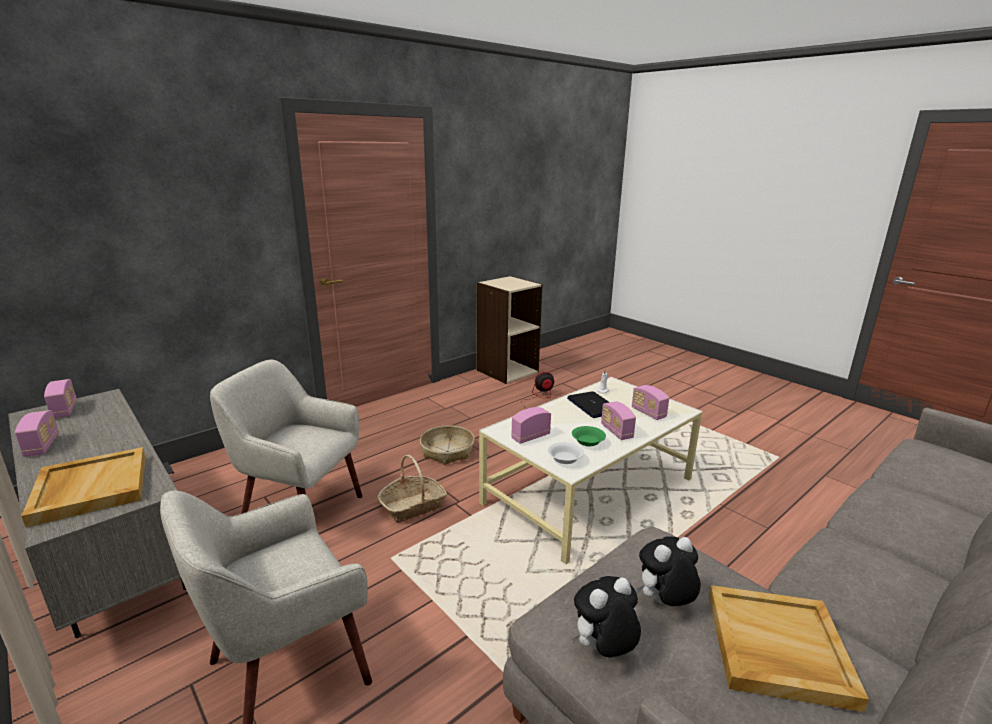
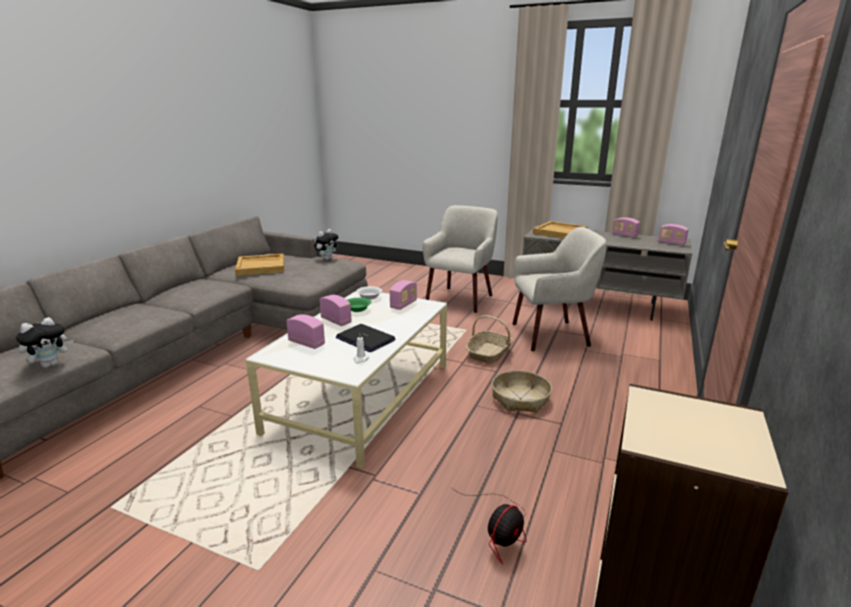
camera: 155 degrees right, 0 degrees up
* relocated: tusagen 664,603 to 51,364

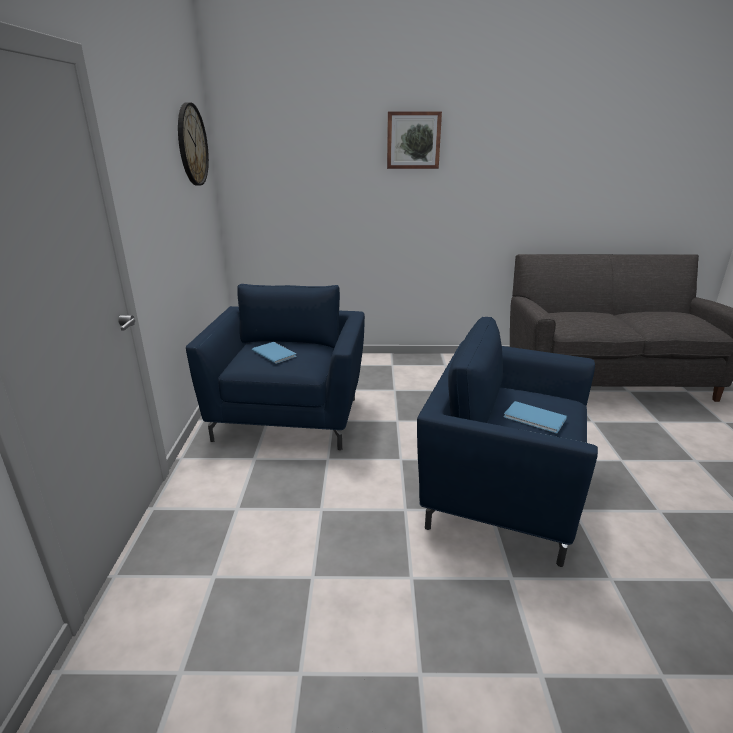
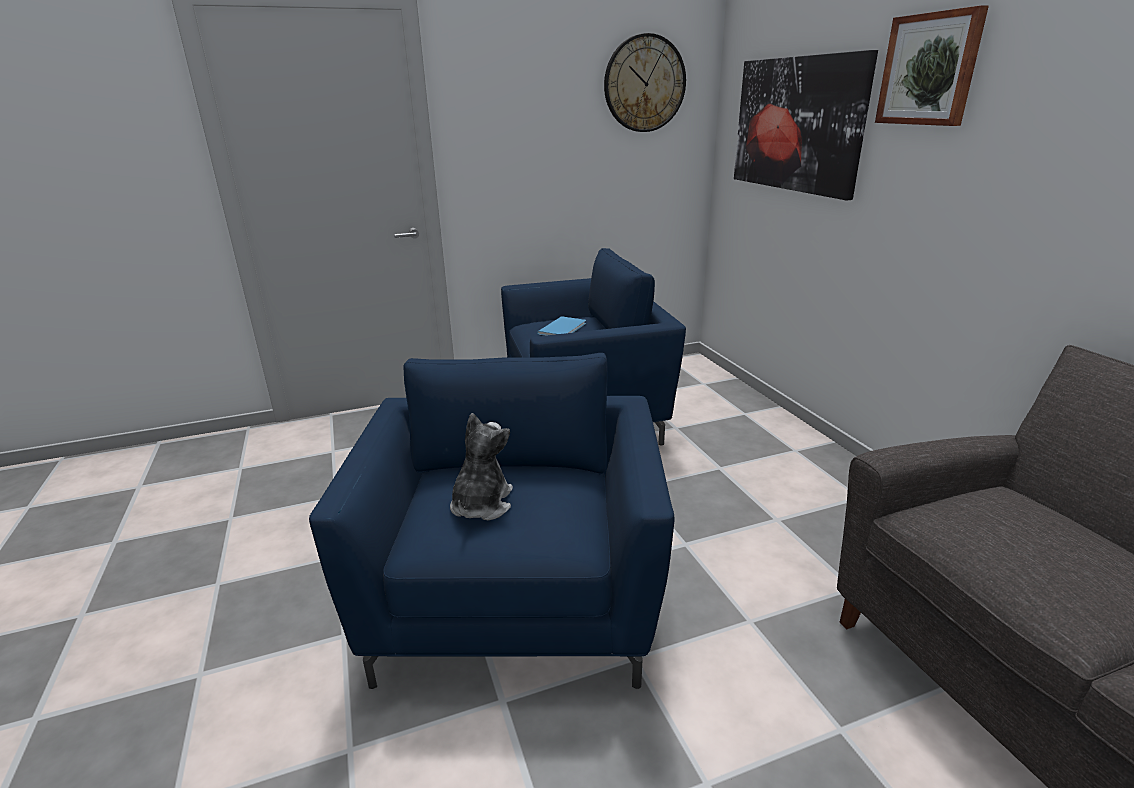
camera: 70 degrees right, 0 degrees up
* exchanged: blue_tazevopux 535,419 to tusagen 481,504
* appeared: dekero 797,124

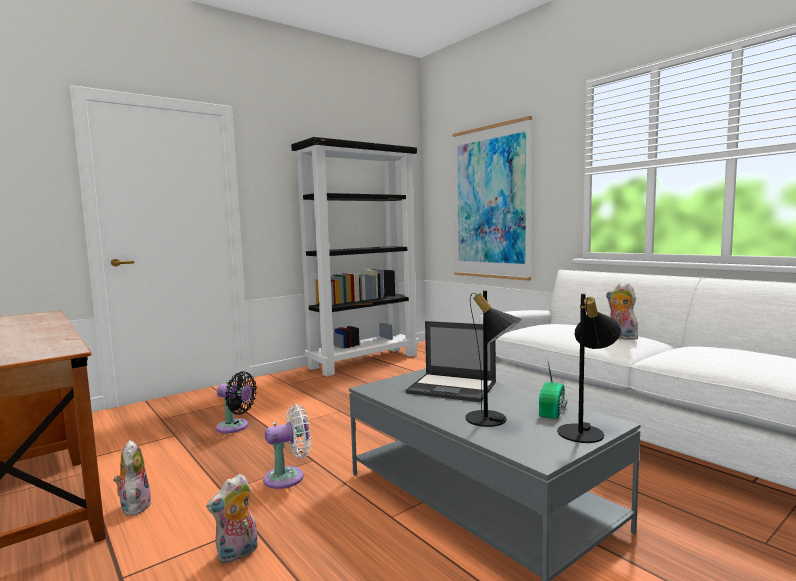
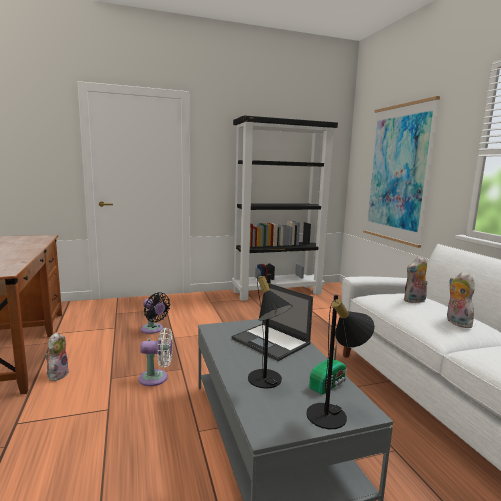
camera: 20 degrees right, 5 degrees up
* relocated: tusagen 237,554 to 414,301

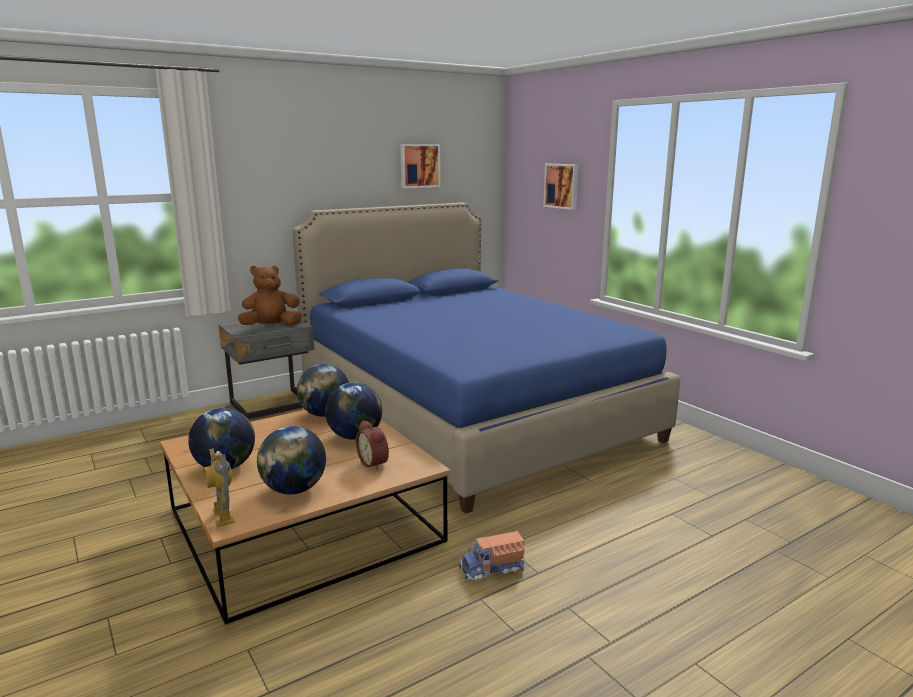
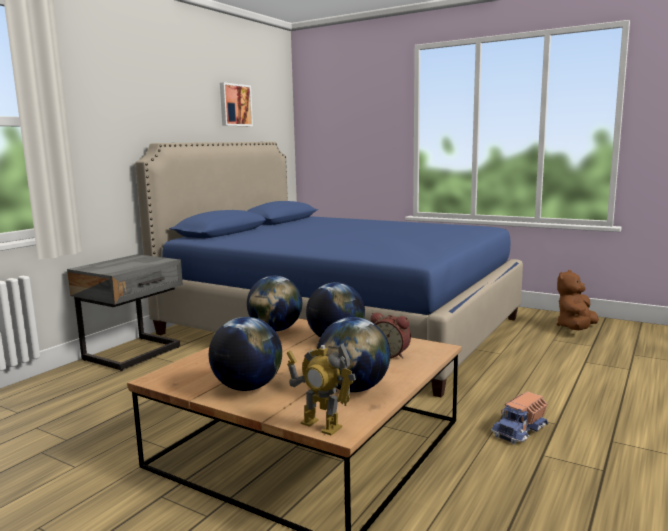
camera: 25 degrees left, 5 degrees down
* relocated: brown_tusagen 271,327 to 576,328
* missing: dekero 562,186

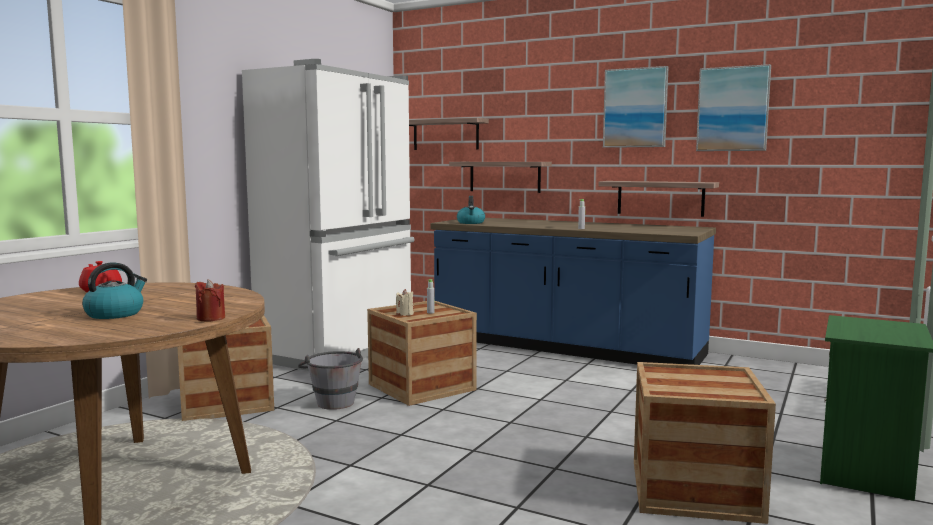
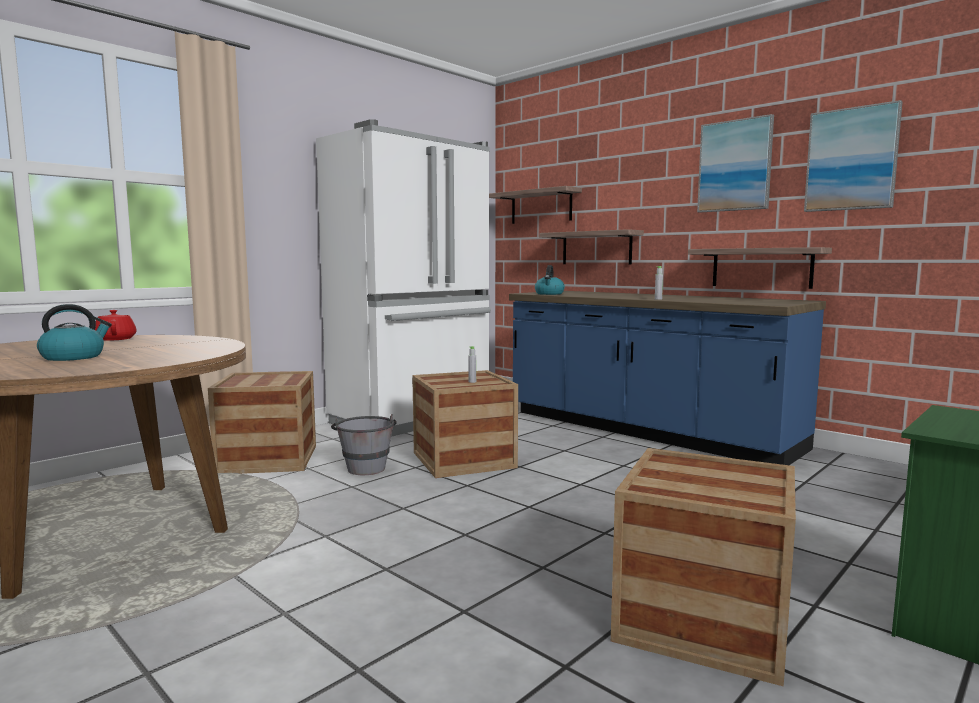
camera: 15 degrees right, 0 degrees up
* missing: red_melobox 211,318
* missing: beige_melobox 405,314

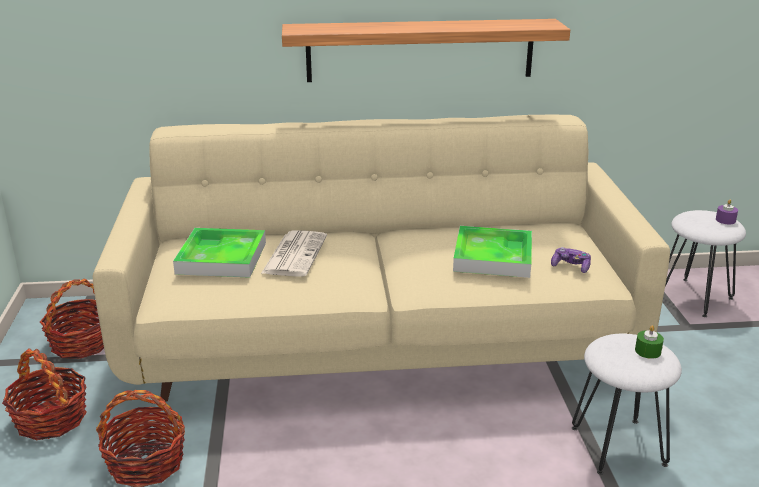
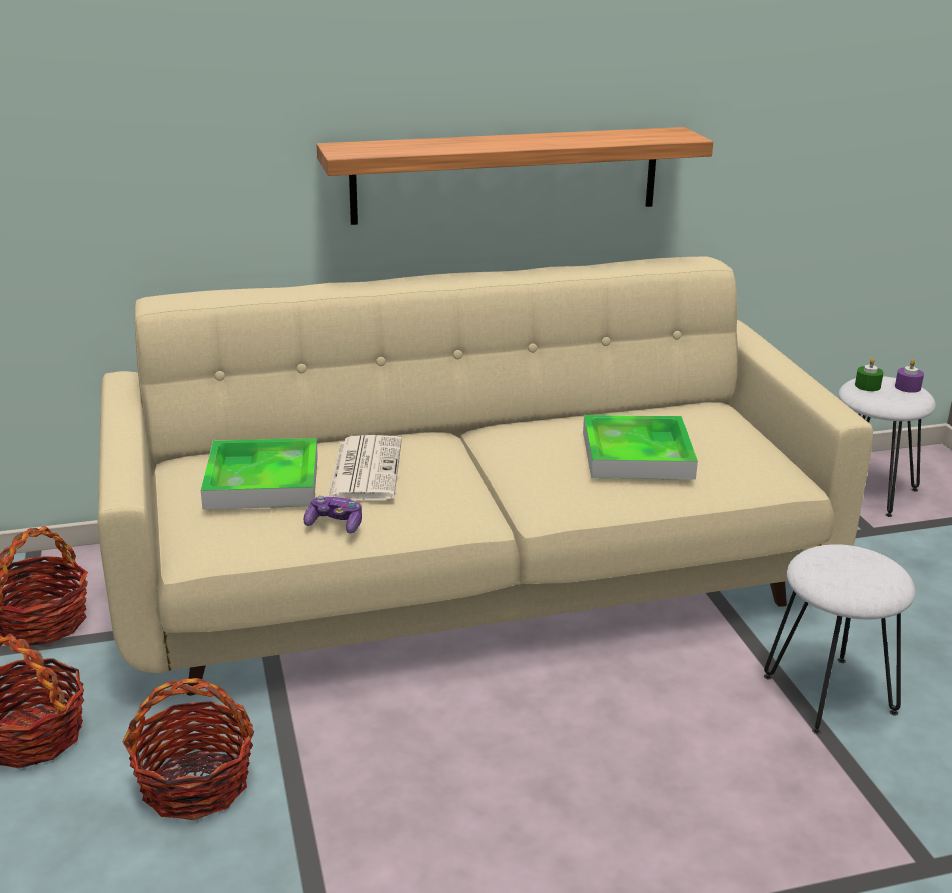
camera: 10 degrees left, 0 degrees up
* relocated: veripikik 570,266 to 335,524
* relocated: green_melobox 648,351 to 867,386

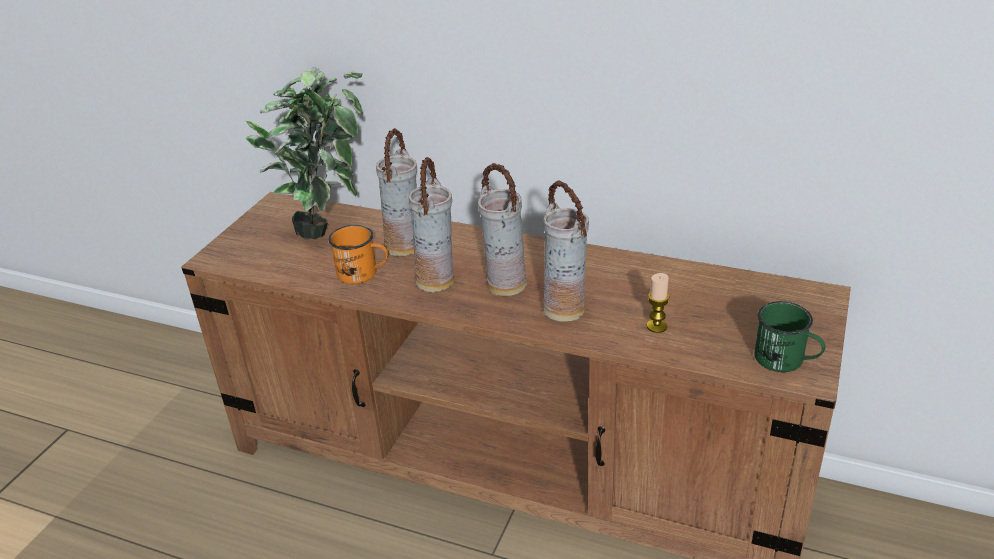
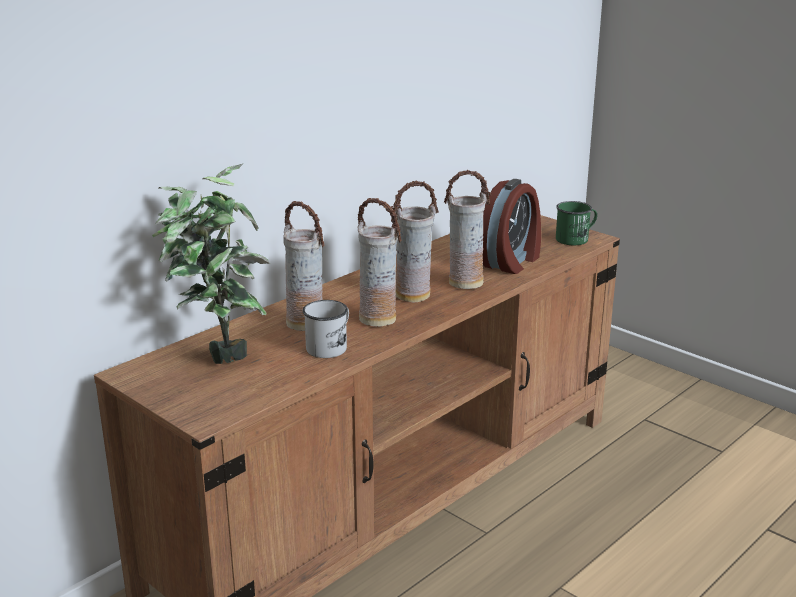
camera: 70 degrees left, 10 degrees down
* colour: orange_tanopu 363,273 to white_tanopu 330,346
* exchanged: melobox 656,326 to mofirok 512,261

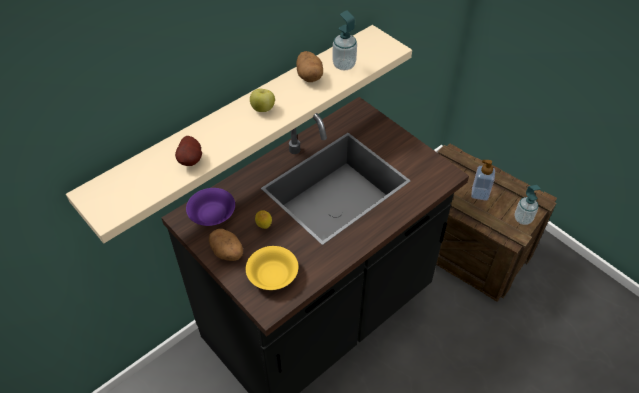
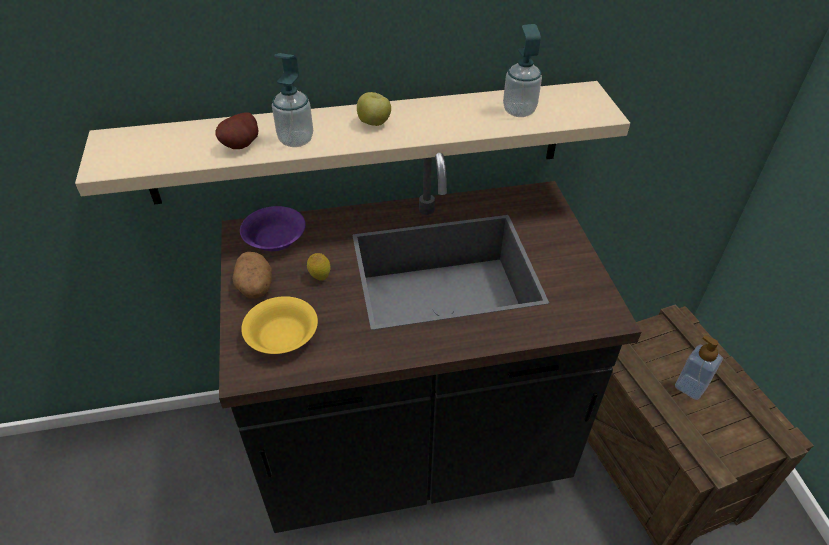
camera: 30 degrees right, 5 degrees down
* relocated: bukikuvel 523,219 to 296,140
* missing: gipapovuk 309,76

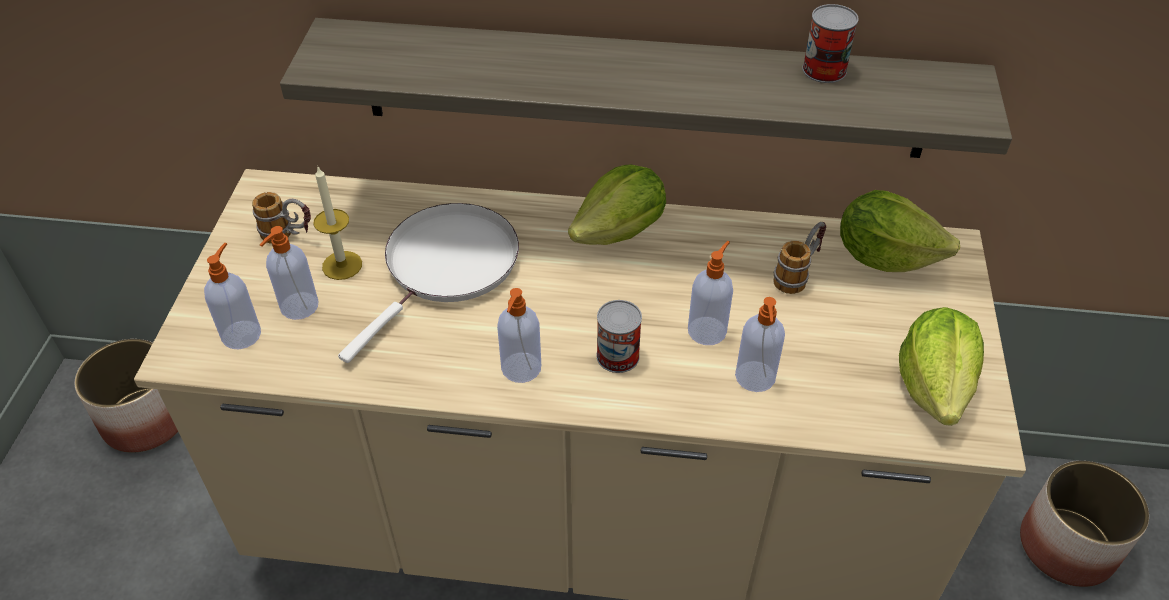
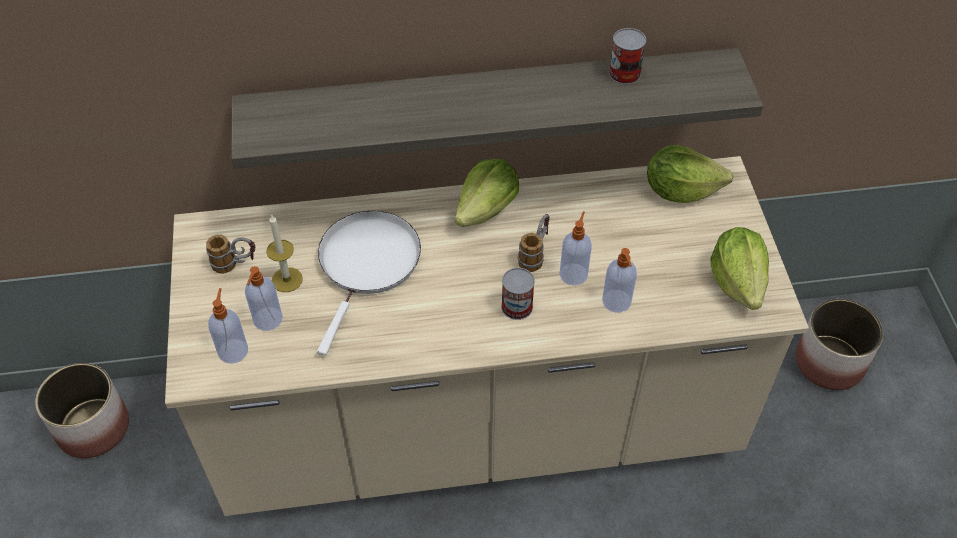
camera: 15 degrees left, 5 degrees up
* relocated: tanopu 798,274 to 535,254
* missing: bukikuvel 520,369

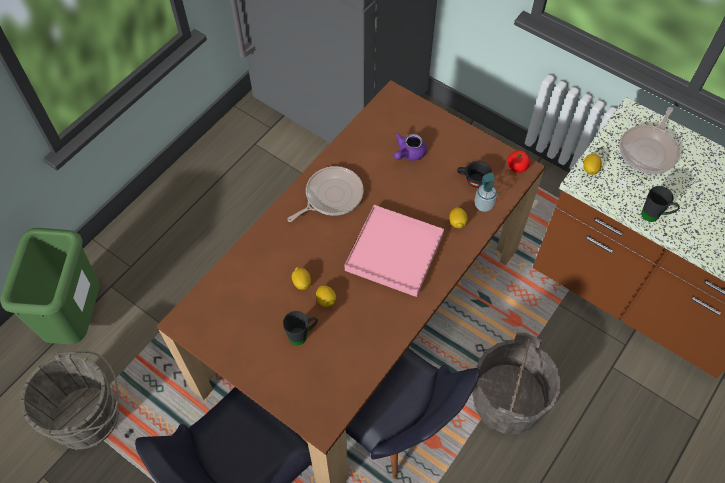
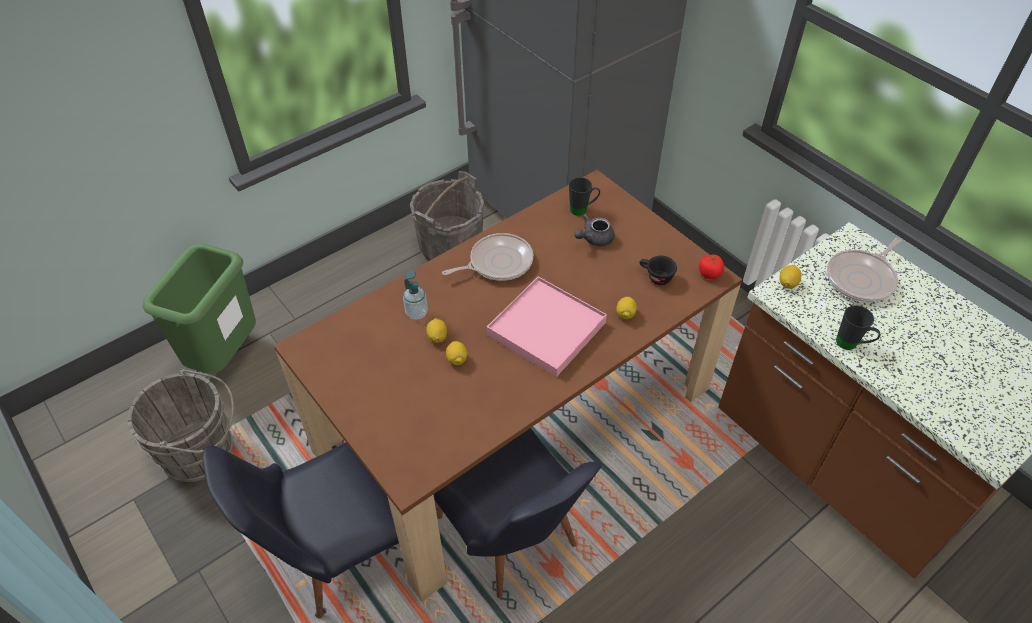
camera: 15 degrees right, 10 degrees down
* relocated: bukikuvel 483,205 to 416,313
* relocated: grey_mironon 507,402 to 450,246
* relocated: black_tanopu 302,335 to 583,209
* colour: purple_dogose 408,153 to grey_dogose 594,239

